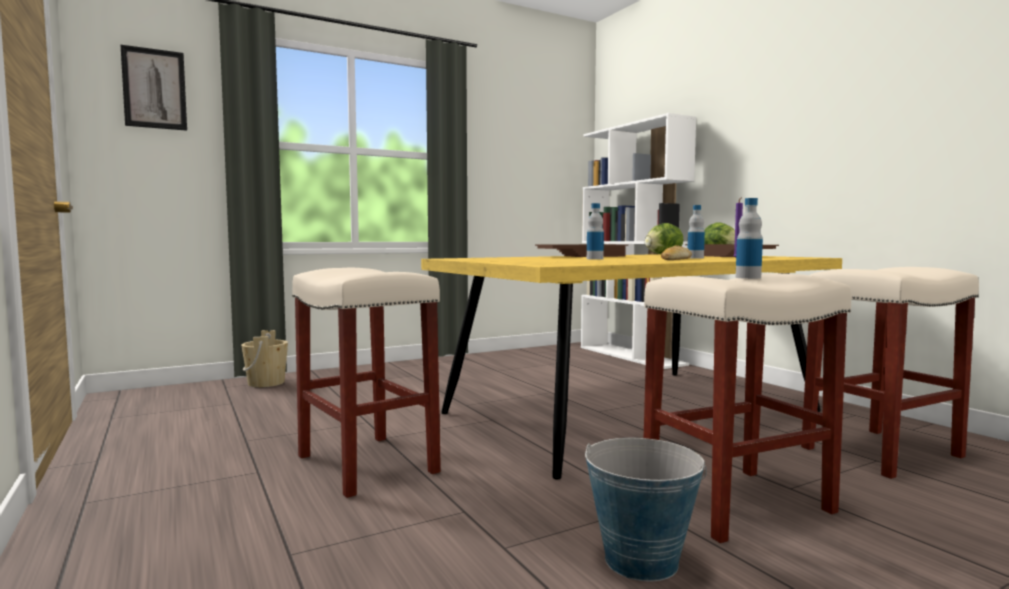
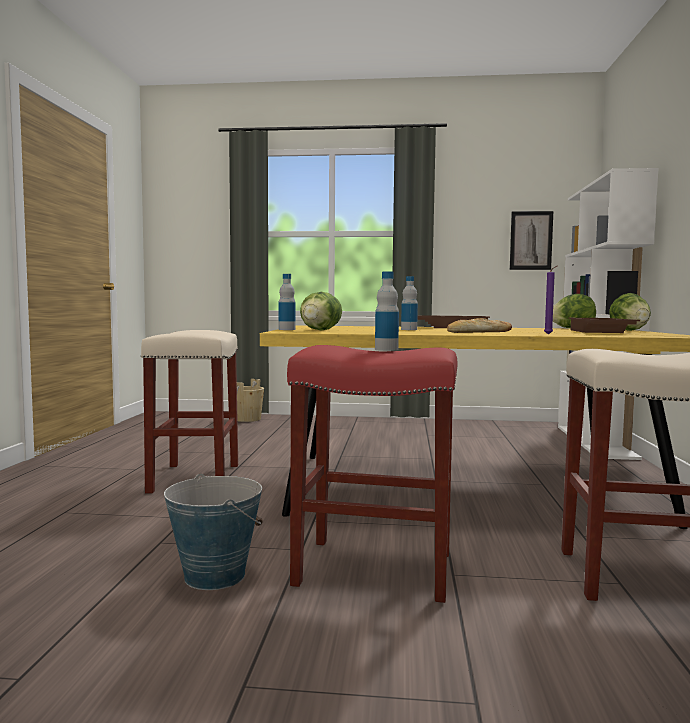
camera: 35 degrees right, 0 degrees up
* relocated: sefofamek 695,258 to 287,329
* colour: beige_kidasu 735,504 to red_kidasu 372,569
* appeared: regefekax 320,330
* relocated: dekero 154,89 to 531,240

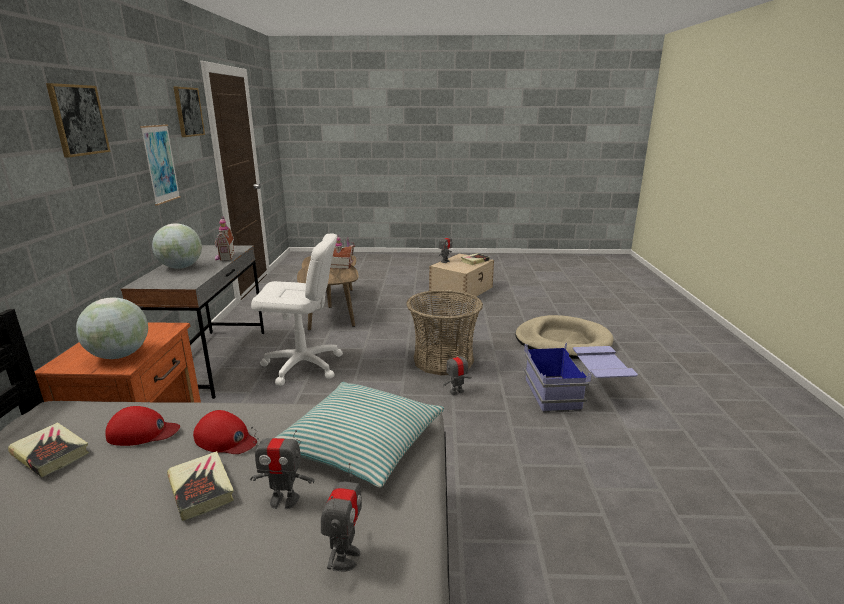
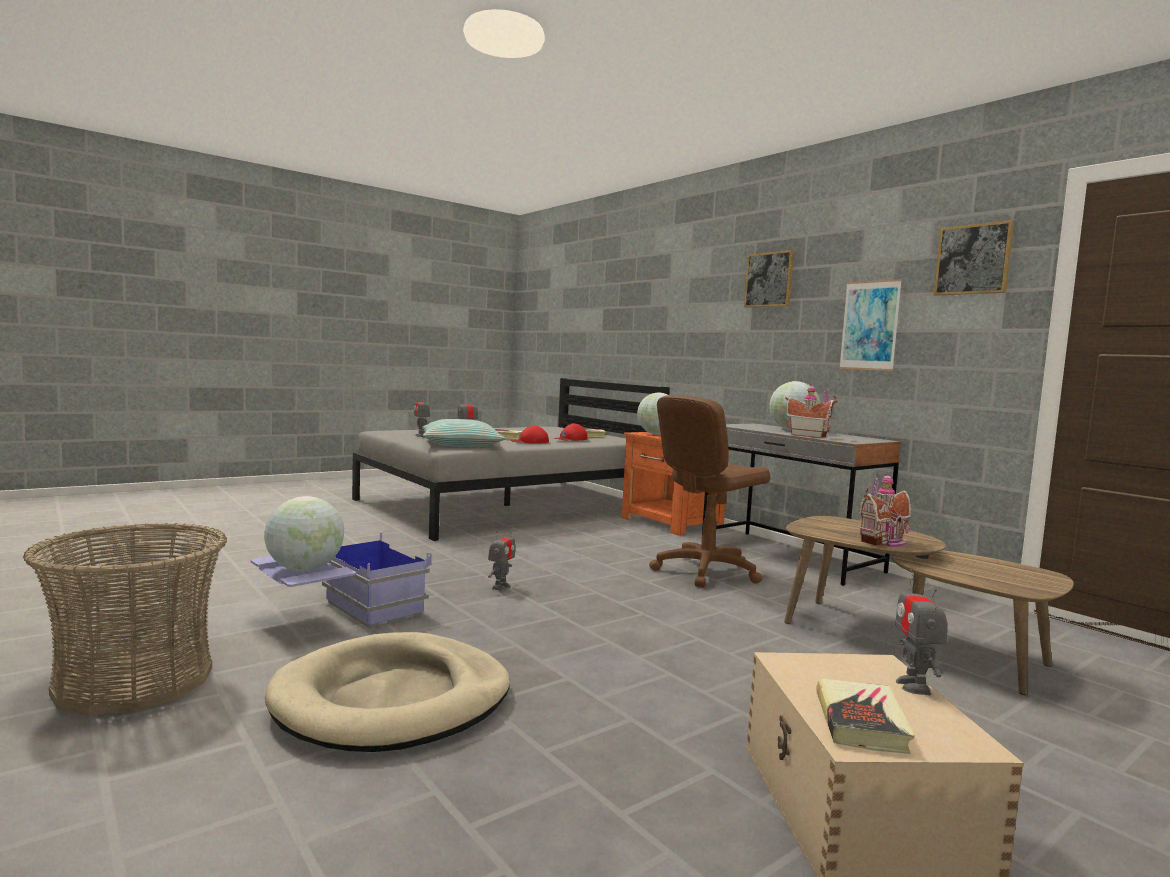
camera: 140 degrees right, 15 degrees down
* relocated: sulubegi 443,360 to 134,680
* appeared: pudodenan 304,569
* colour: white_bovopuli 303,366 to brown_bovopuli 705,571

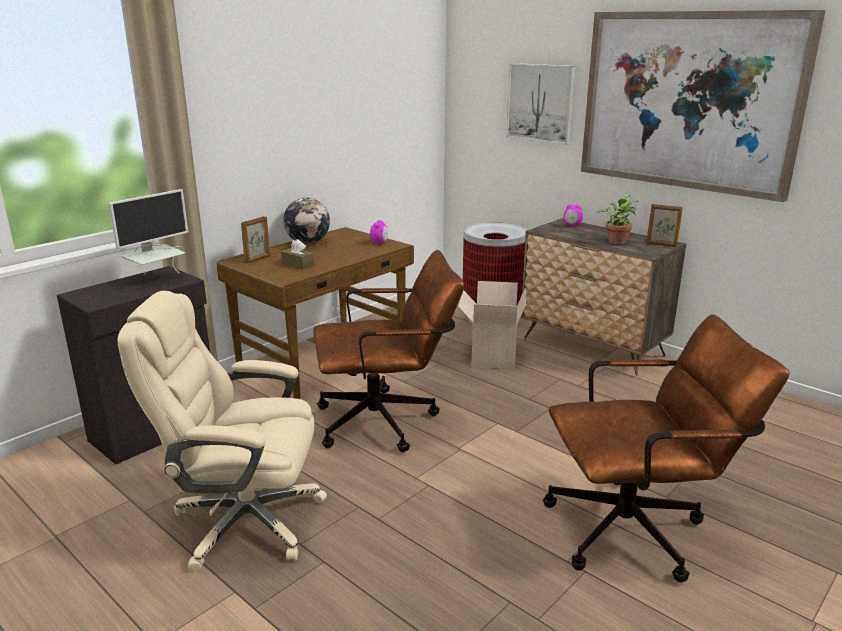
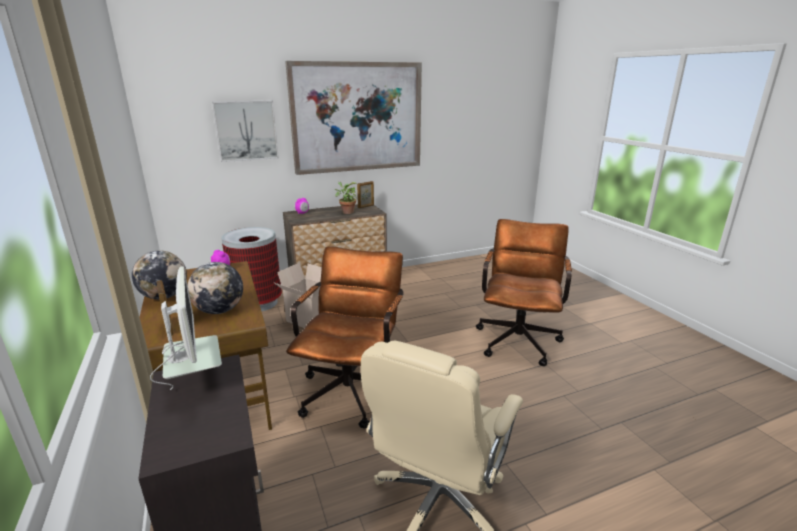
camera: 65 degrees left, 0 degrees up
* exchanged: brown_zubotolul 298,264 to pudodenan 219,311

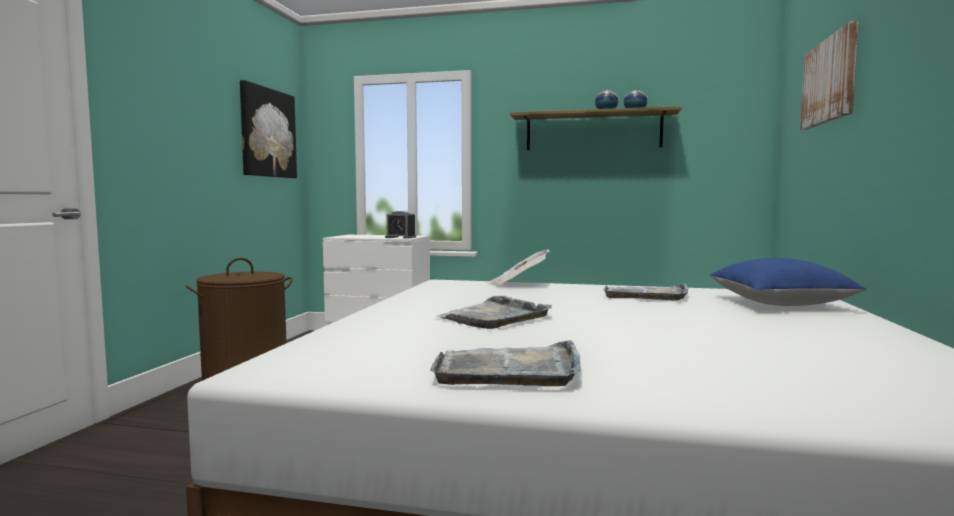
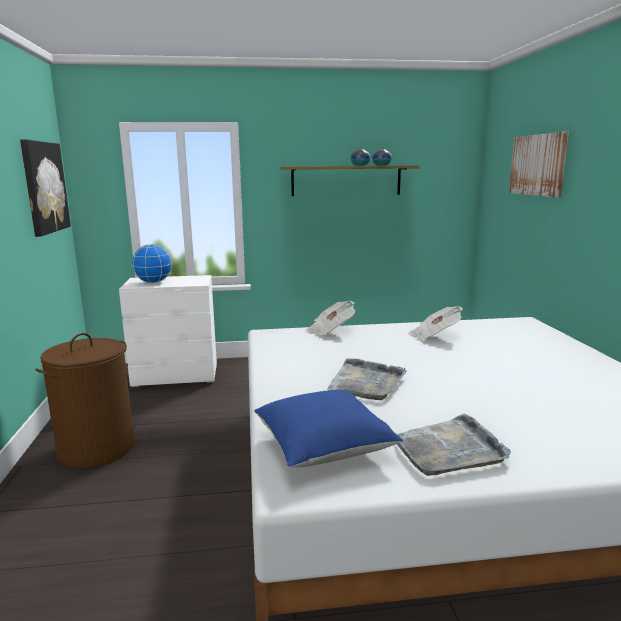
camera: 20 degrees left, 10 degrees up
* appeared: pudodenan 153,282
* relocated: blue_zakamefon 779,304 to 324,447
* exchanged: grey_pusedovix 646,295 to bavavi 434,335
* missing: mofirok 400,237

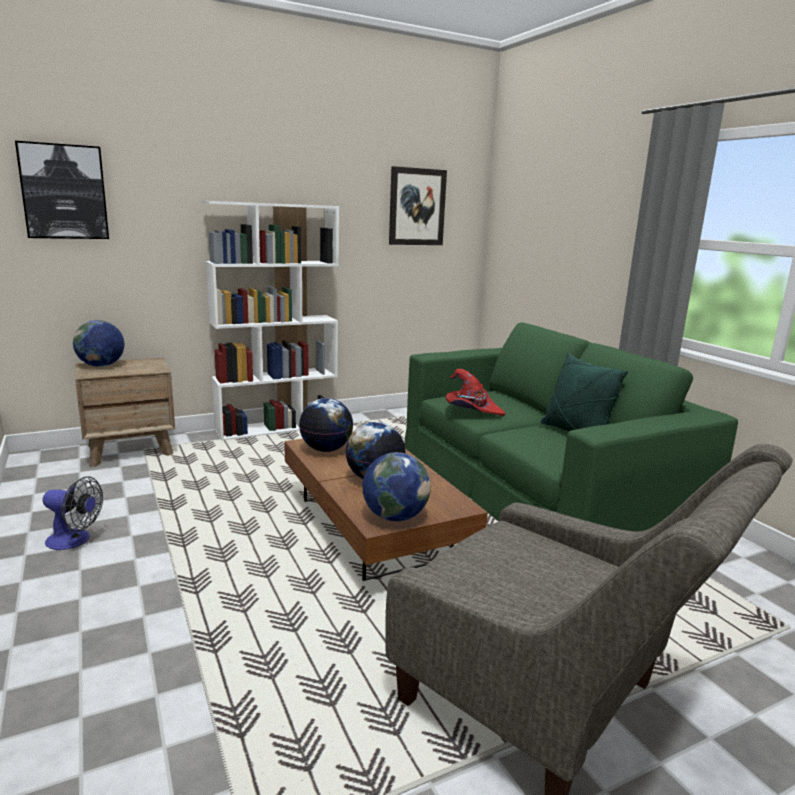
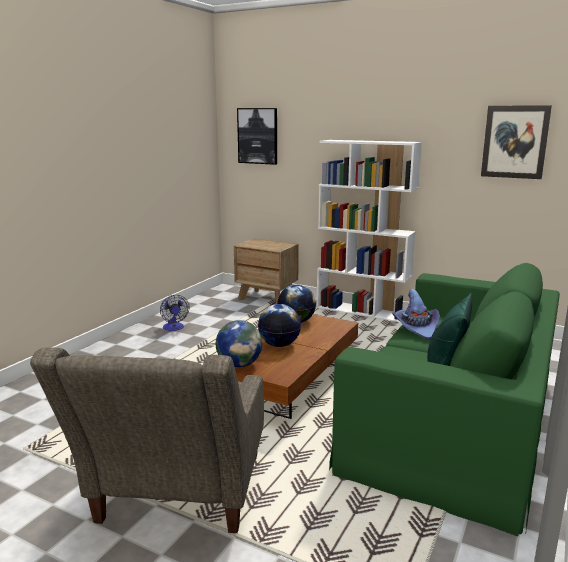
camera: 55 degrees right, 0 degrees up
* colour: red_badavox 472,409 to purple_badavox 416,327
* missing: pudodenan 101,366

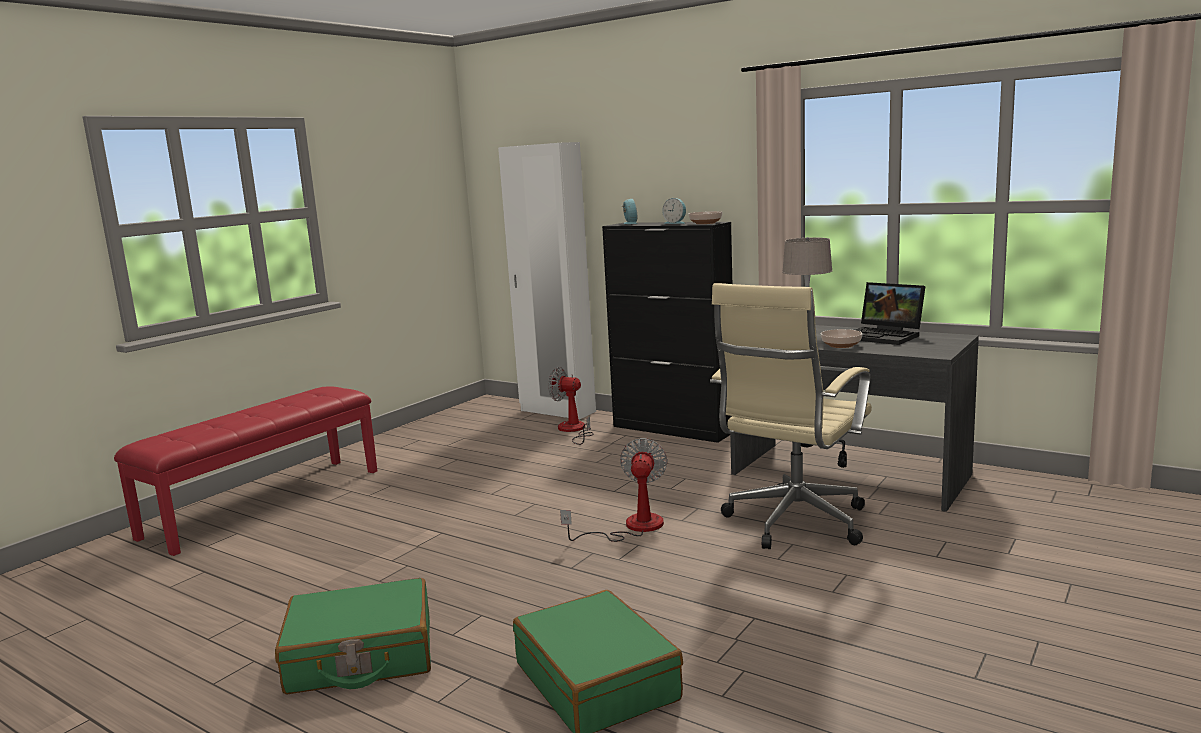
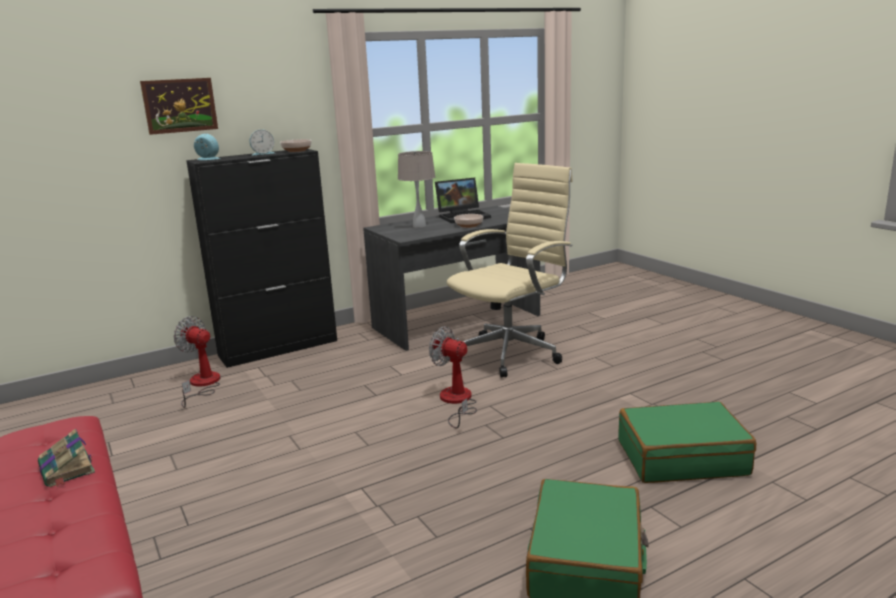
camera: 65 degrees left, 5 degrees up
* appeared: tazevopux 67,469
* appeared: dekero 180,105
* spun: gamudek 574,430 = 202,385 75 degrees clockwise
* spun: beige_bovopuli 793,524 = 512,353 105 degrees counterclockwise
* missing: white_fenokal 557,411

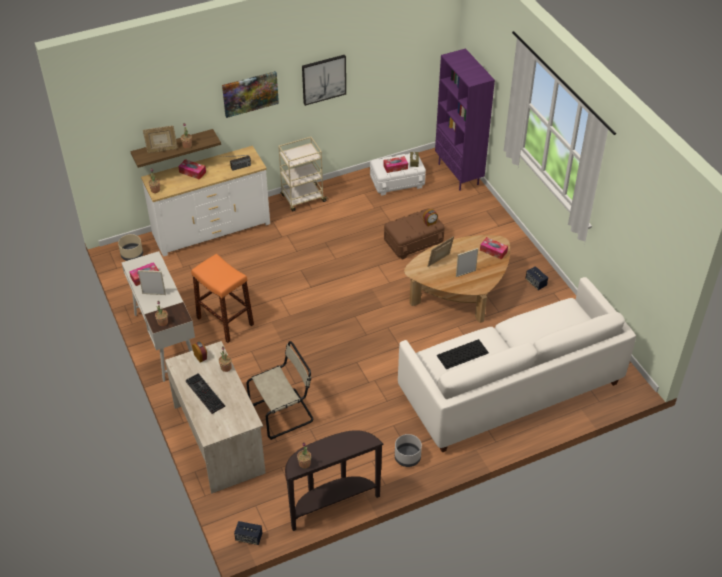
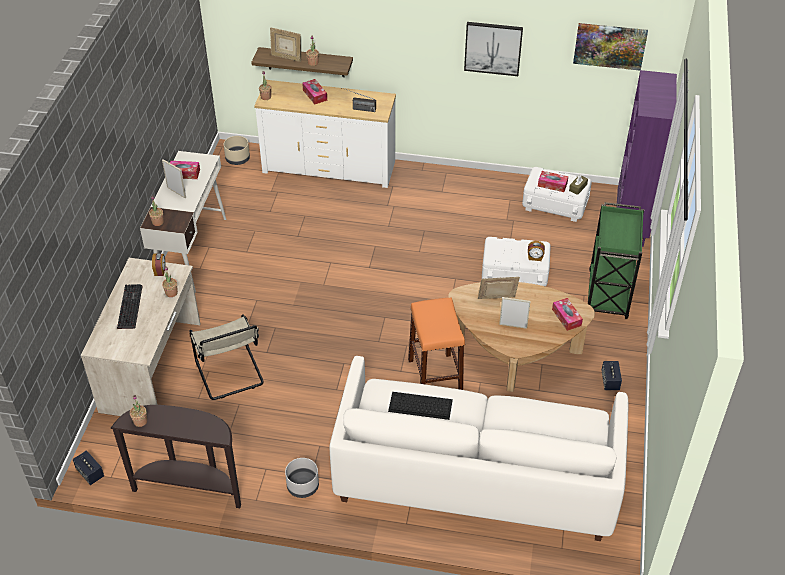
camera: 35 degrees right, 0 degrees up
* spun: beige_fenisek 284,413 = 230,374 60 degrees clockwise
* relocated: orange_kidasu 225,321 to 435,379
* colour: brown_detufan 413,242 to white_detufan 515,272
* relocated: dekero 250,93 to 610,45
* appeared: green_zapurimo 608,296
* missing: beige_zapurimo 303,199

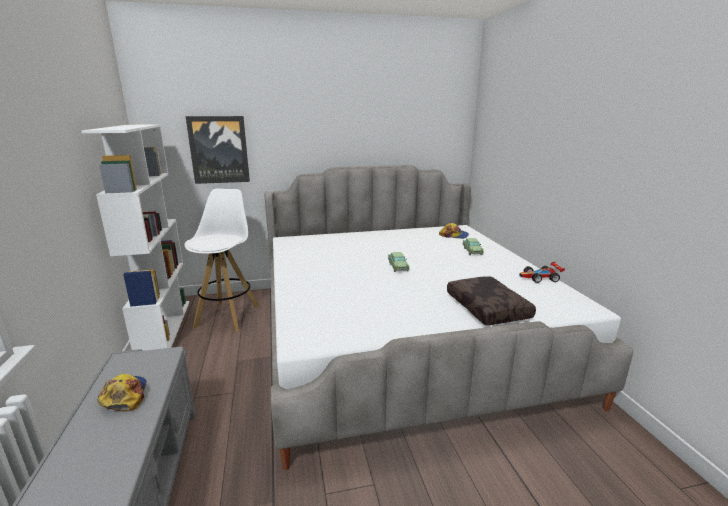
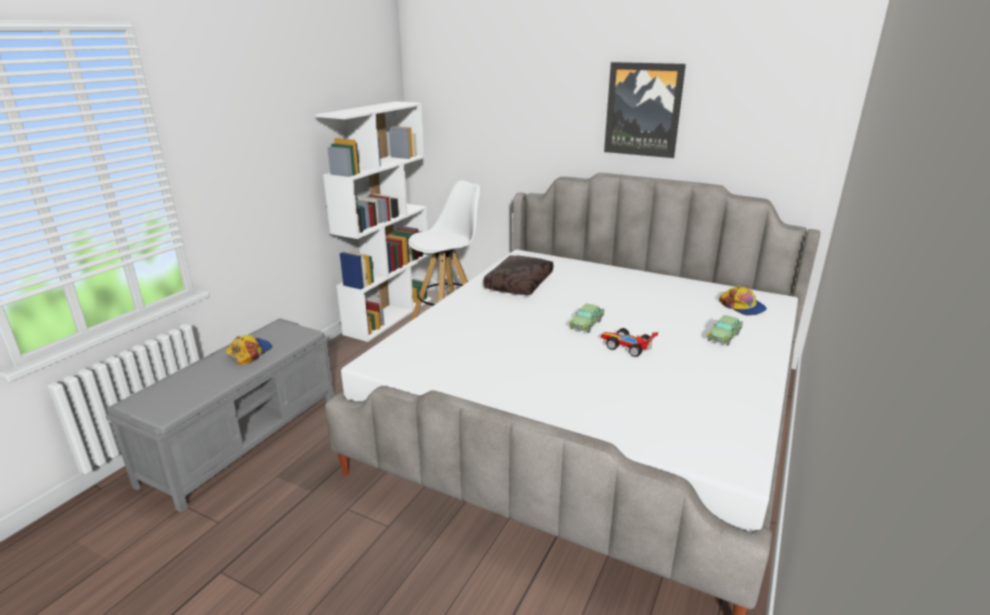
camera: 40 degrees right, 5 degrees up
* relocated: brown_zakamefon 488,308 to 520,284
* relocated: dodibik 540,278 to 627,347
* relocated: dekero 219,150 to 643,110

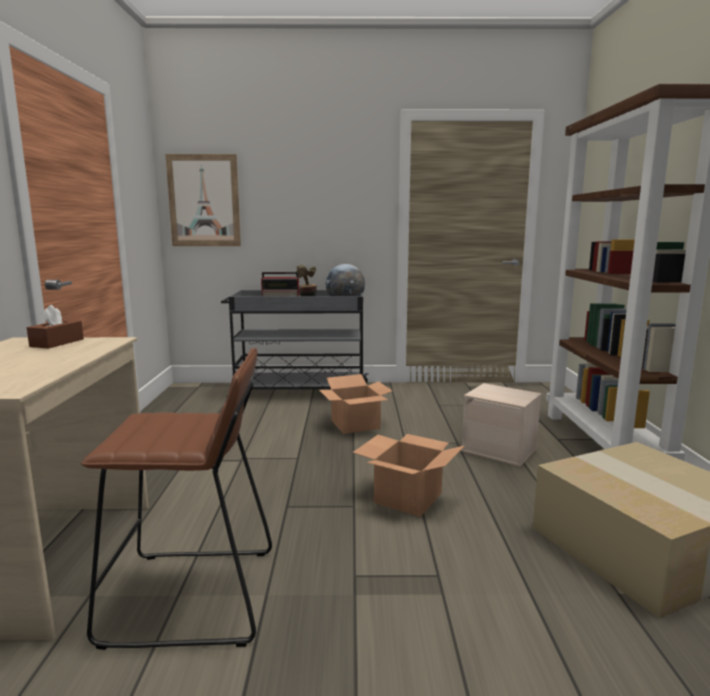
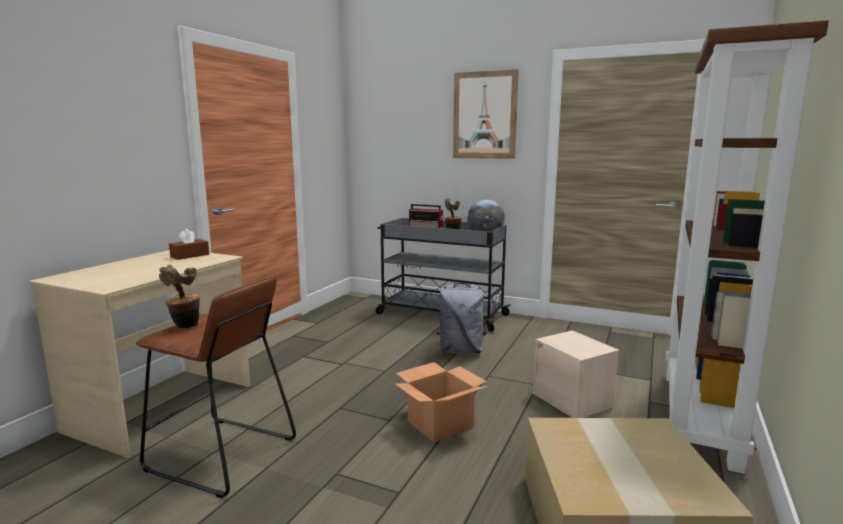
camera: 25 degrees right, 0 degrees up
* appeared: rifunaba 184,327
* exchanged: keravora 356,424 to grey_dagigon 461,351
* relocated: dekero 204,201 to 484,115

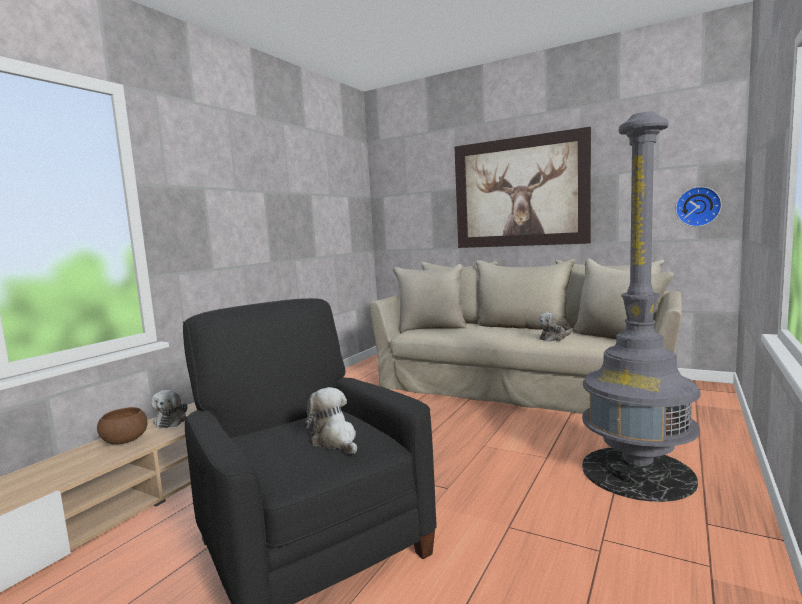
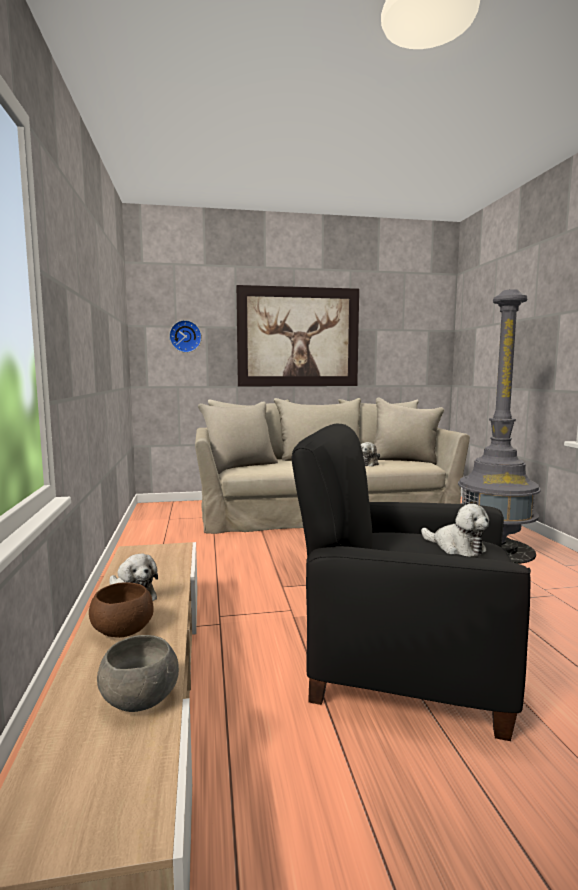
camera: 40 degrees left, 0 degrees up
* appeared: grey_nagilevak 140,698
* relocated: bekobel 697,206 to 185,336
* spun: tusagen 335,441 = 456,547 150 degrees counterclockwise

